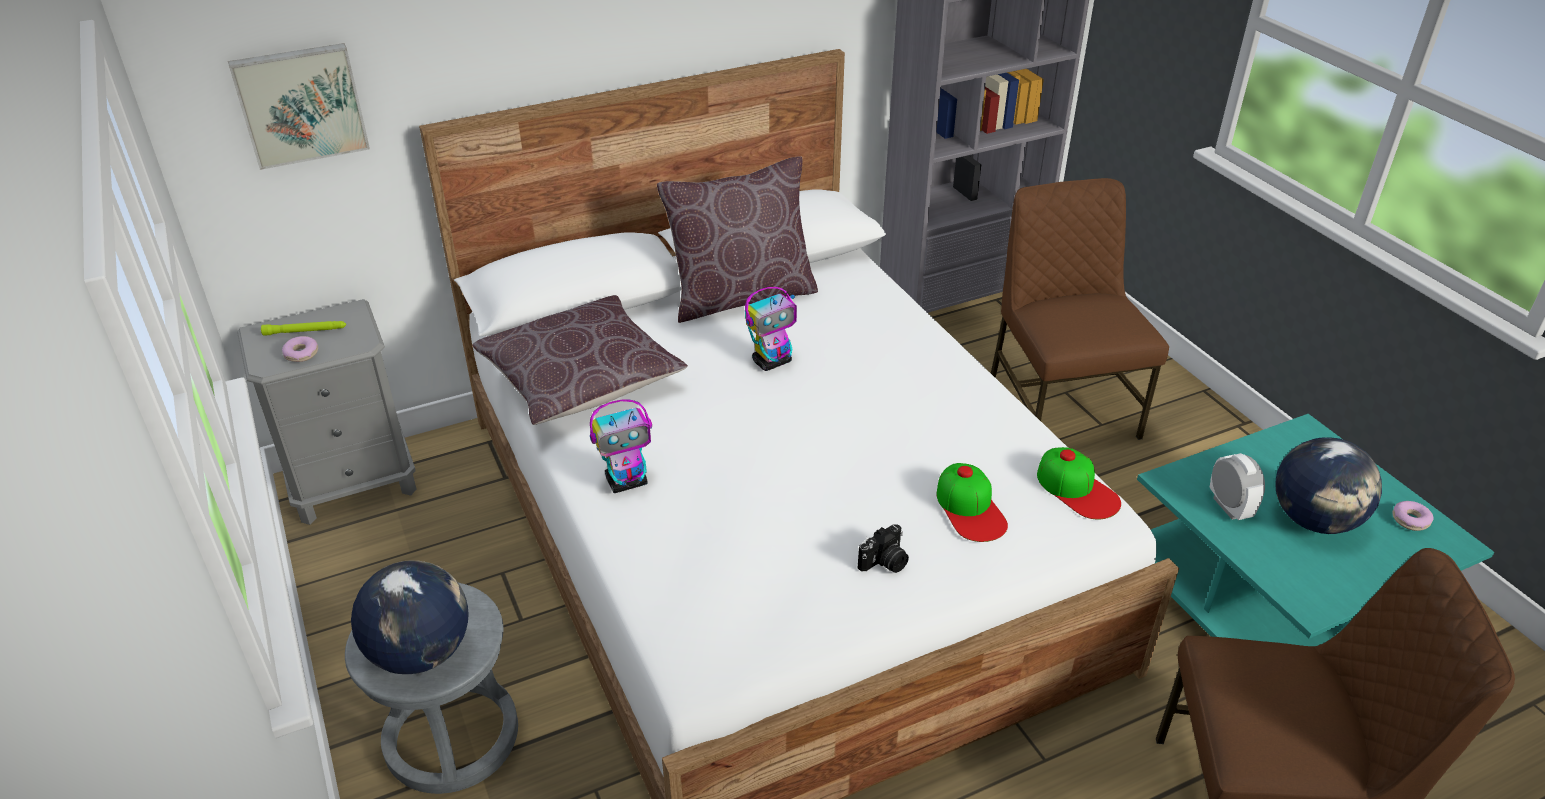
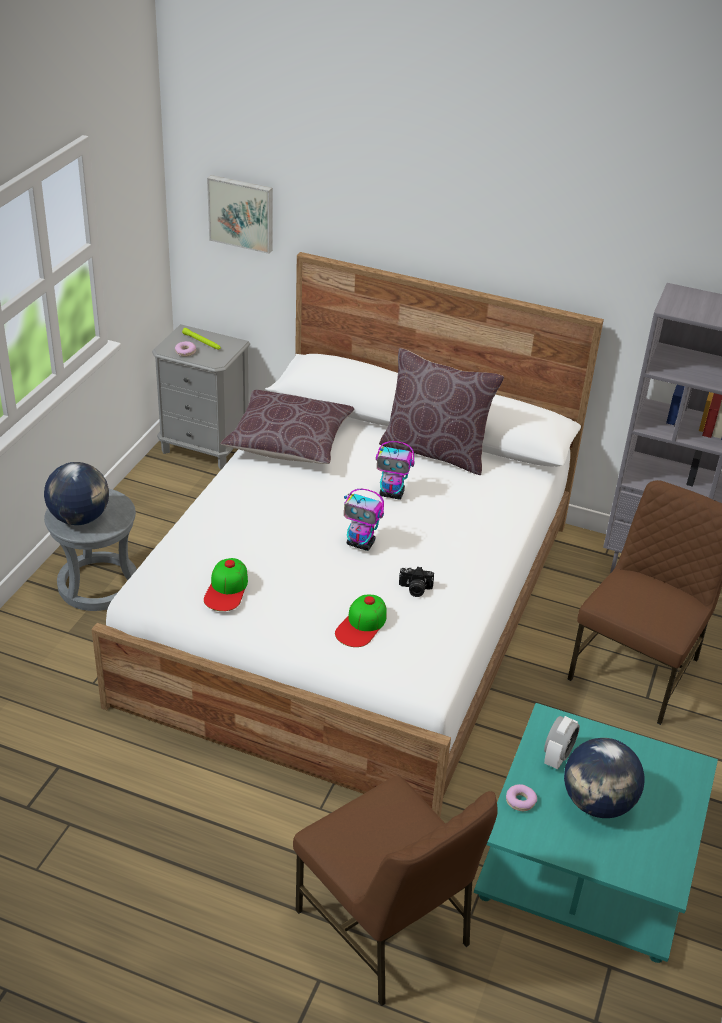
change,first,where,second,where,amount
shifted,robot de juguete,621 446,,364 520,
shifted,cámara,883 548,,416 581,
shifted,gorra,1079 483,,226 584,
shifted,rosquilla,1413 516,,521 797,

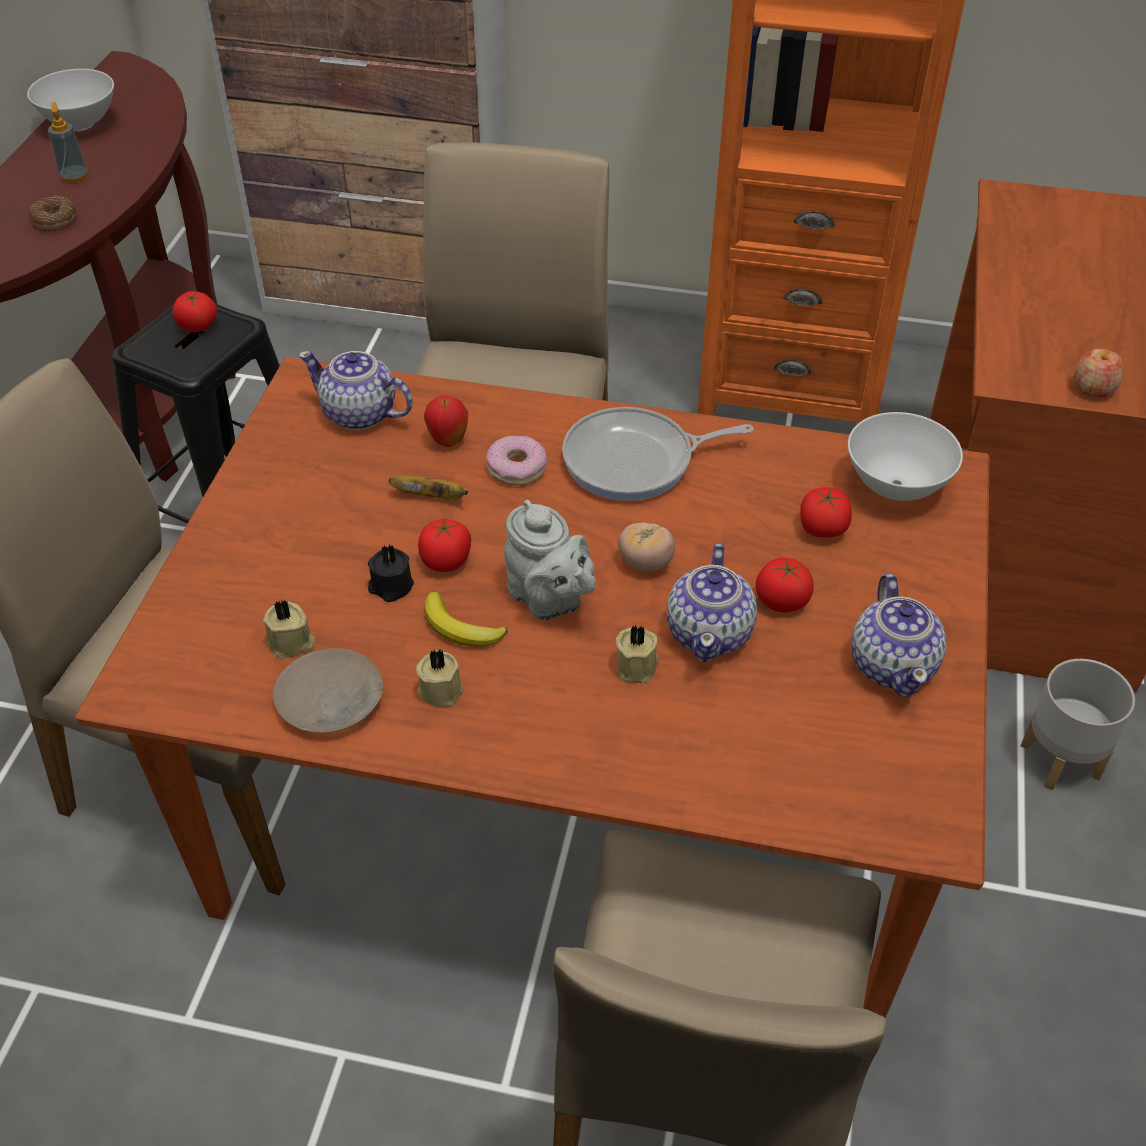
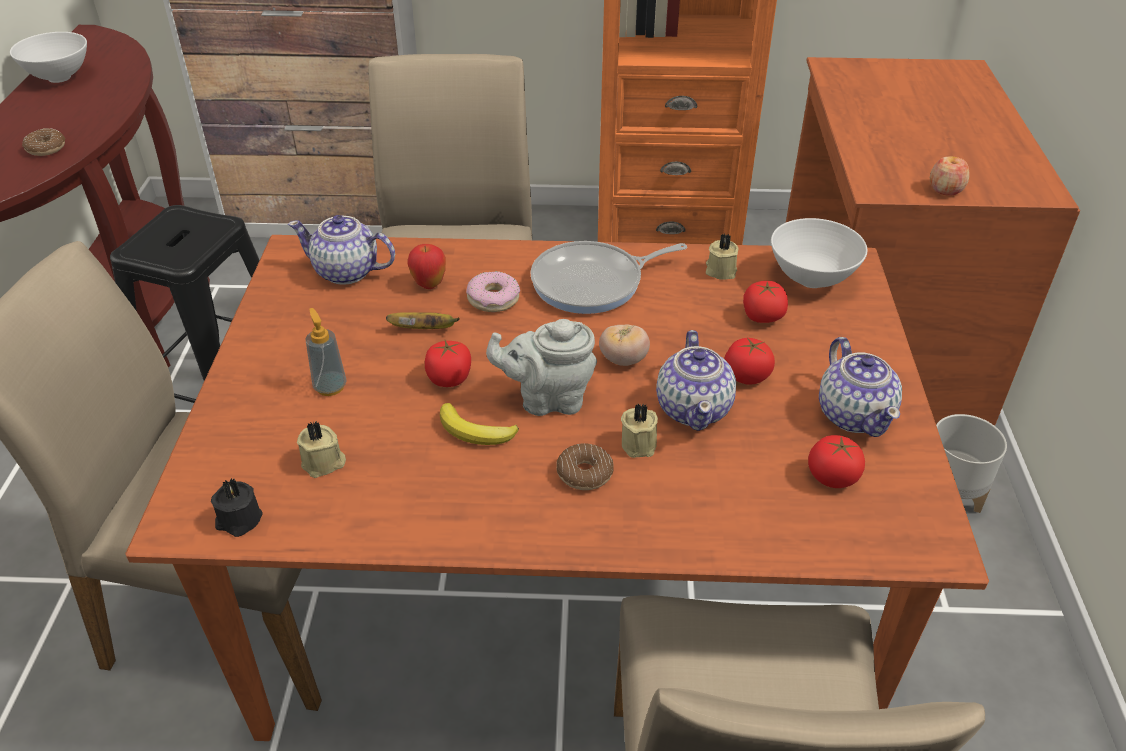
change,first,where,second,where,amount
gone,plato/beis,328 690,,,
new,,,rosquilla,585 466,
shifted,dispensador de jabón,67 142,,326 352,
shifted,tomate,195 312,,836 461,
shifted,vela/negro,391 573,,237 507,
shifted,vela/beis,440 678,,722 256,
rotated,tetera/gris,550 560,,541 367,135 degrees clockwise

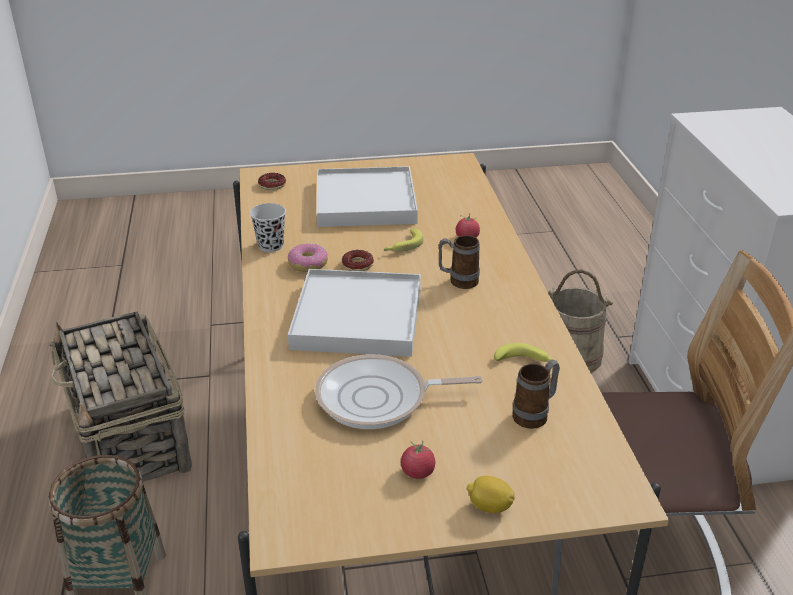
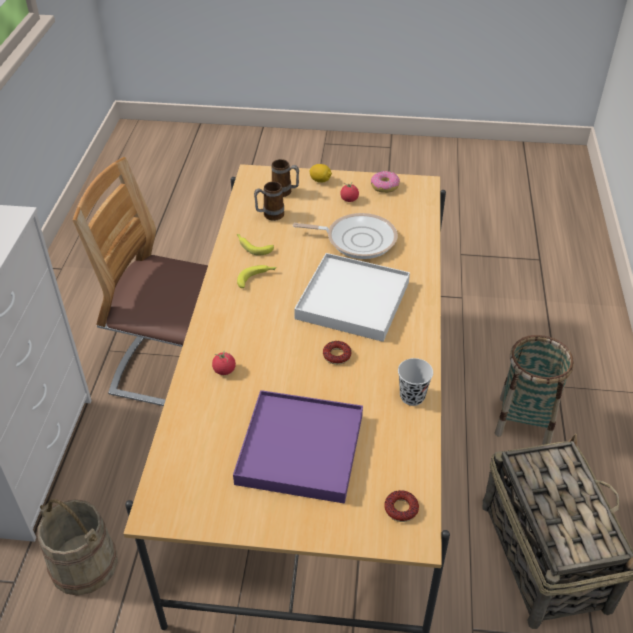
change,first,where,second,where,amount
shifted,rosquilla,308 257,,385 182,
shifted,plátano,403 240,,257 276,
shifted,taza grande,459 262,,285 178,
repainted,bandeja/blanco,367 196,bandeja/morado,298 447,

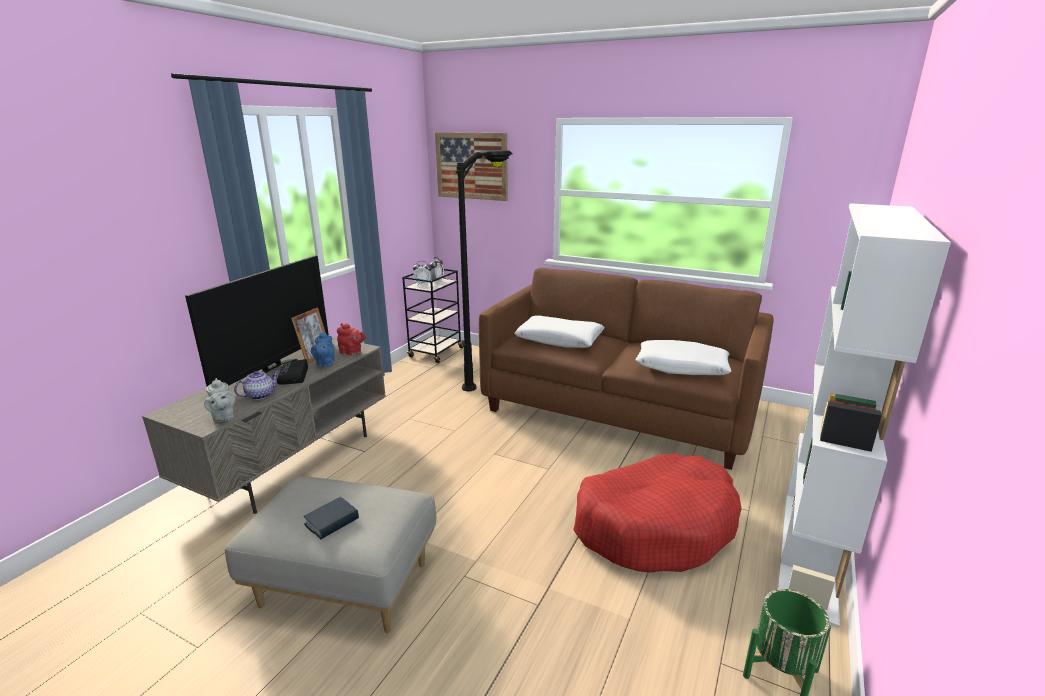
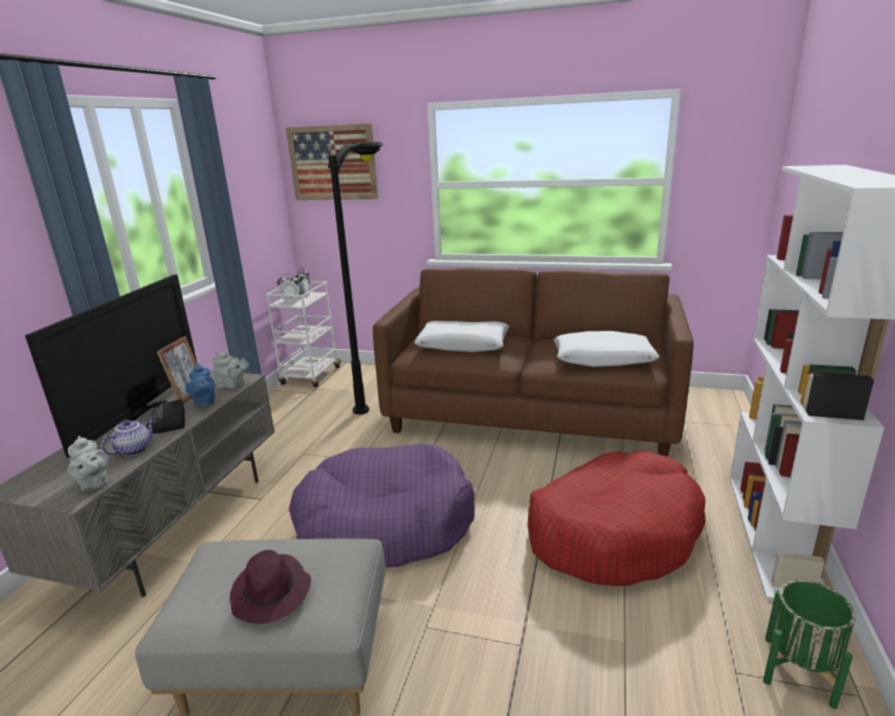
change,first,where,second,where,amount
new,,,cama para perro/morado,382 505,
swapped,libro,331 518,sombrero/morado,270 587,
repainted,tetera/rojo,351 339,tetera/gris,230 370,
repainted,carrito/negro,433 316,carrito/blanco,303 334,

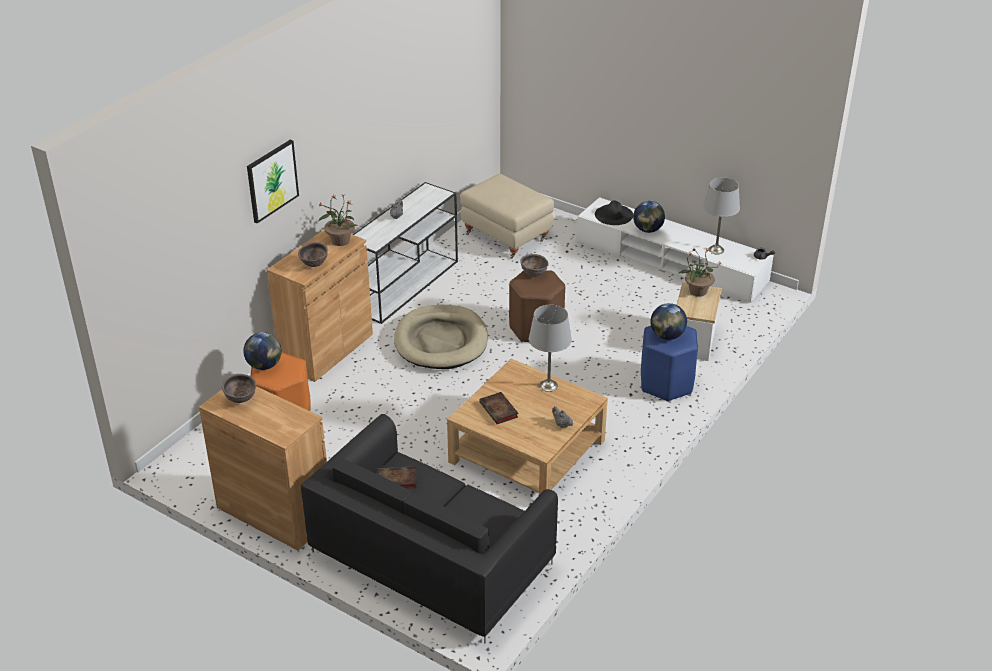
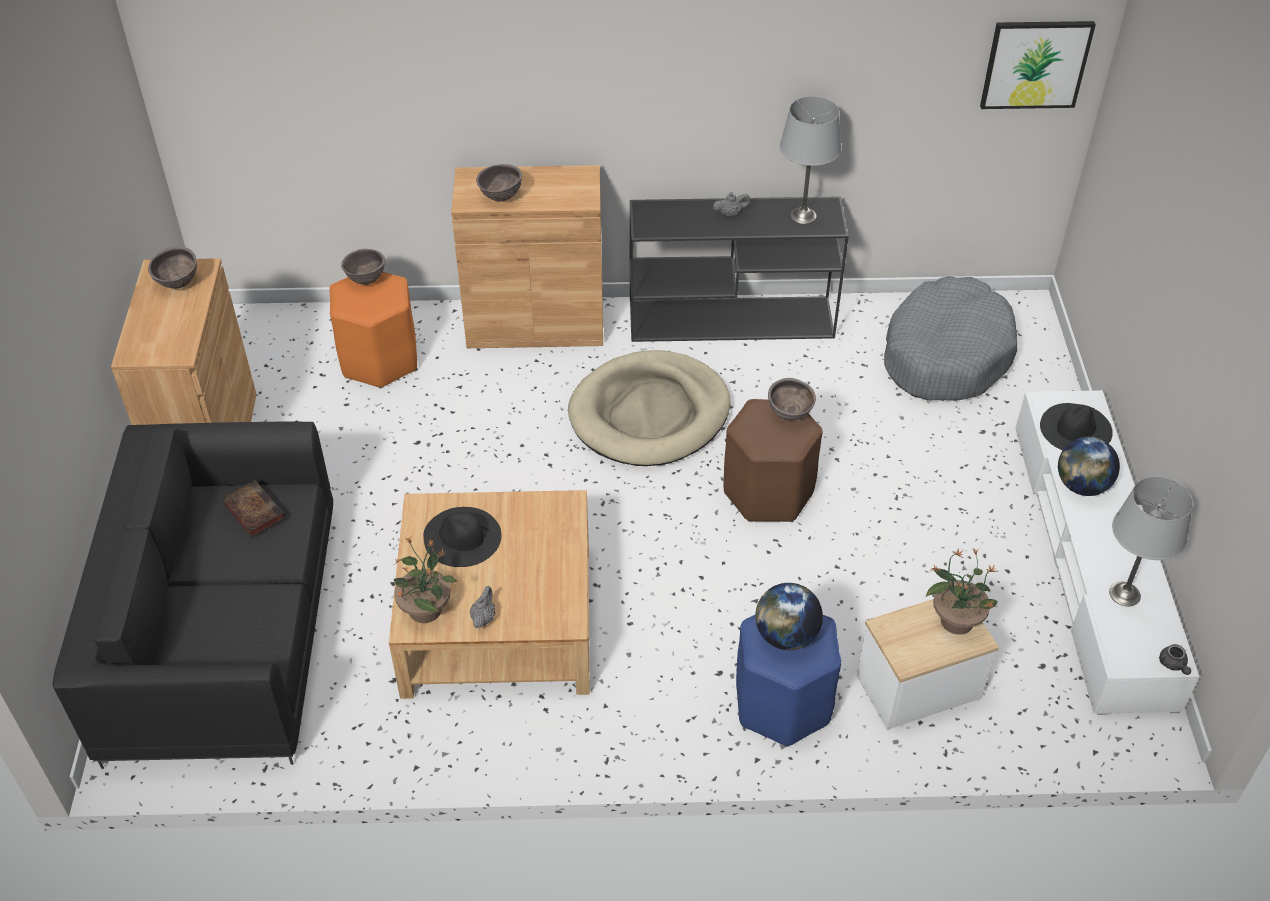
change,first,where,second,where,amount
shifted,cuadro,273 181,,1038 65,
shifted,planta en maceta,337 220,,425 580,
shifted,lámpara de mesa/gris,550 348,,811 160,
swapped,globo terráqueo,262 351,cuenco/marrón,363 267,
swapped,puf/beis,507 216,cama para perro/gris,950 338,
swapped,libro,498 408,sombrero/negro,462 537,
repainted,mesa consola/blanco,405 253,mesa consola/negro,739 269,

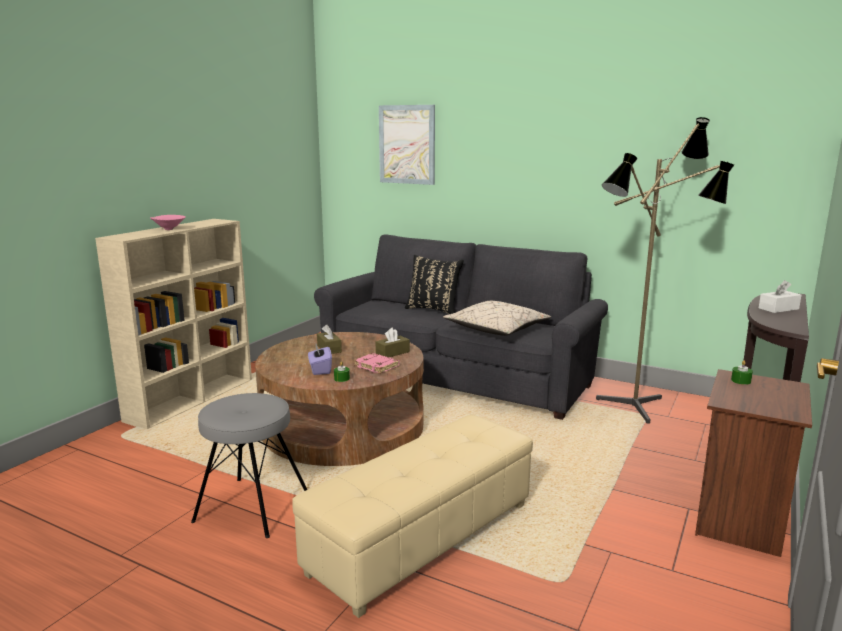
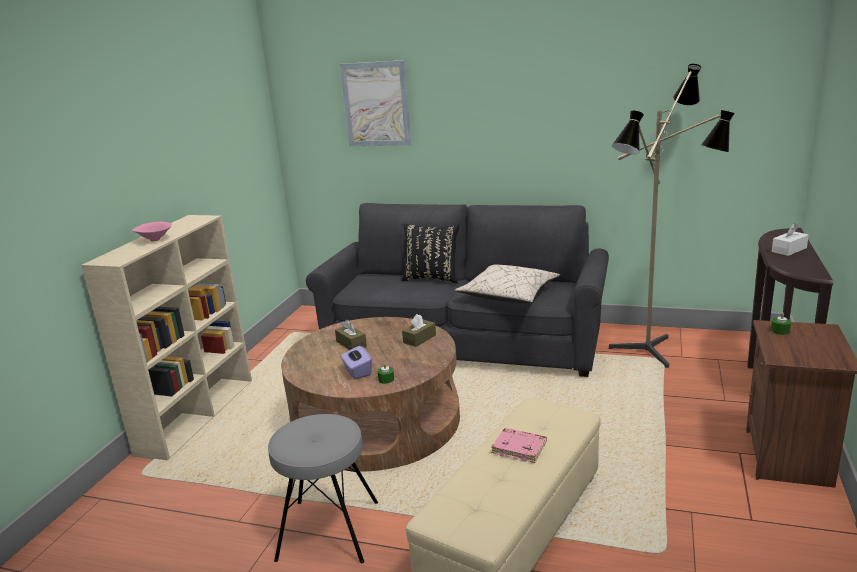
change,first,where,second,where,amount
shifted,libro/rosa,376 363,,519 445,

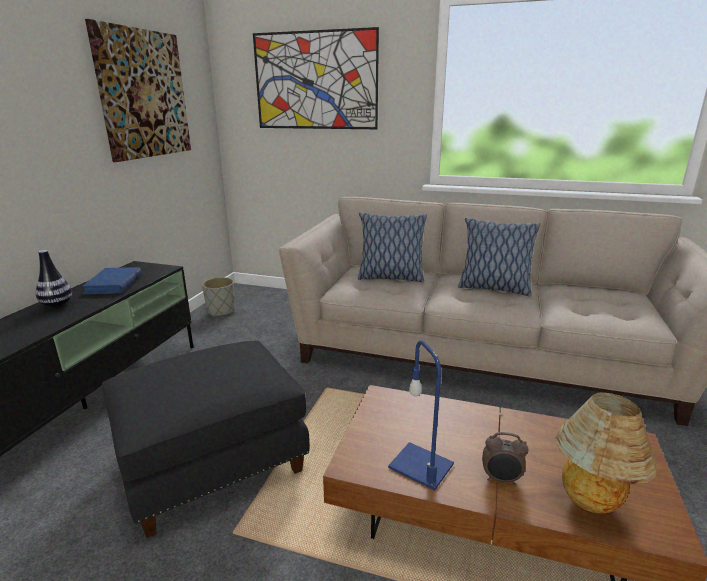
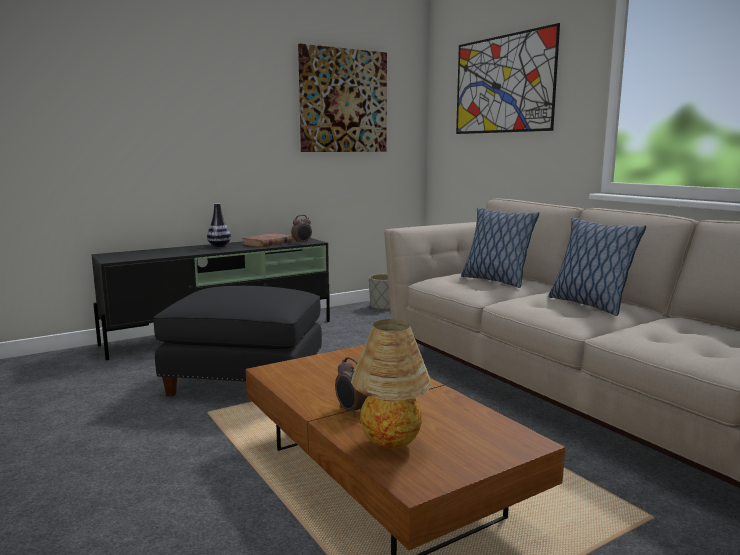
change,first,where,second,where,amount
gone,lámpara de mesa/azul,421 415,,,
new,,,despertador,301 229,
repainted,libro/azul,111 280,libro/marrón,267 240,

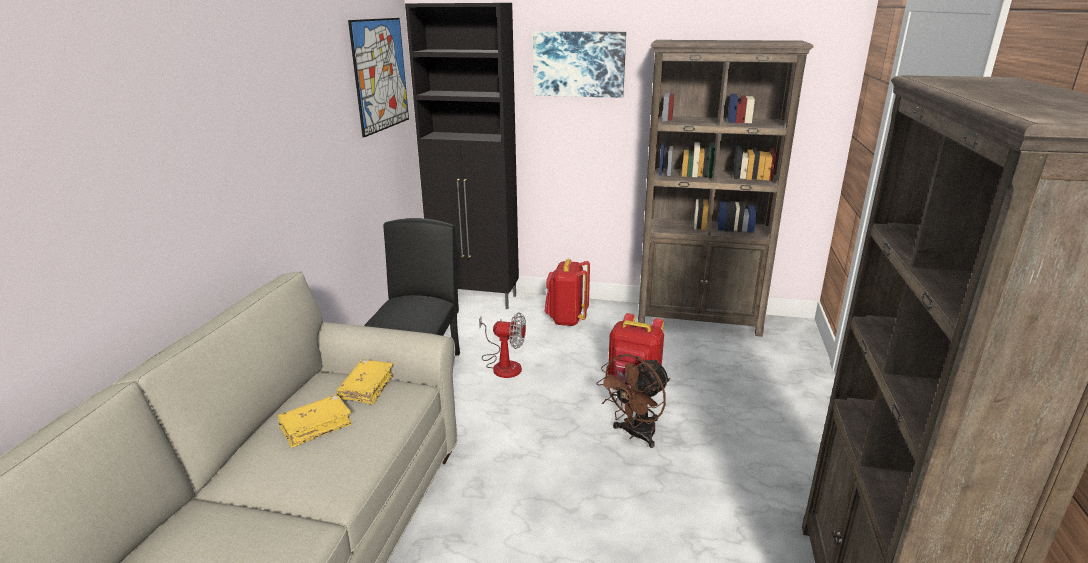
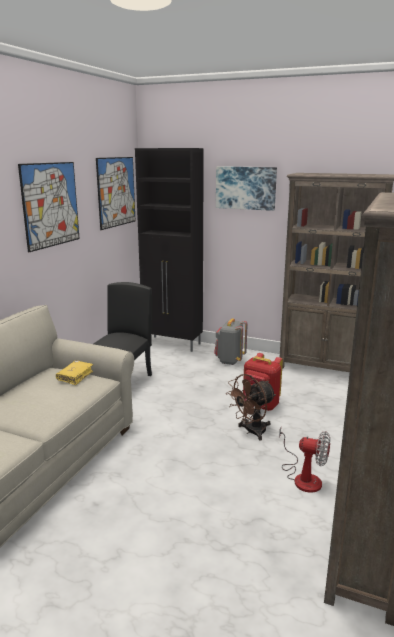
change,first,where,second,where,amount
gone,libro/amarillo,314 421,,,
new,,,cuadro,49 207,
shifted,ventilador,502 345,,304 460,
repainted,mochila/rojo,567 292,mochila/gris,231 341,

